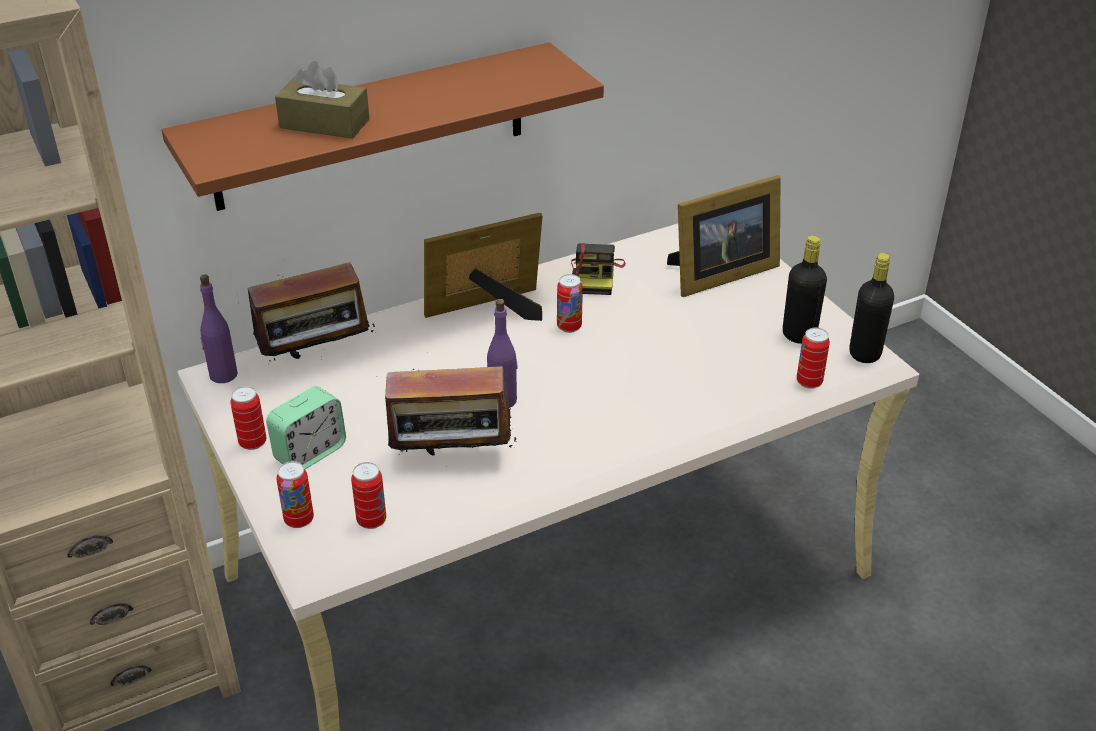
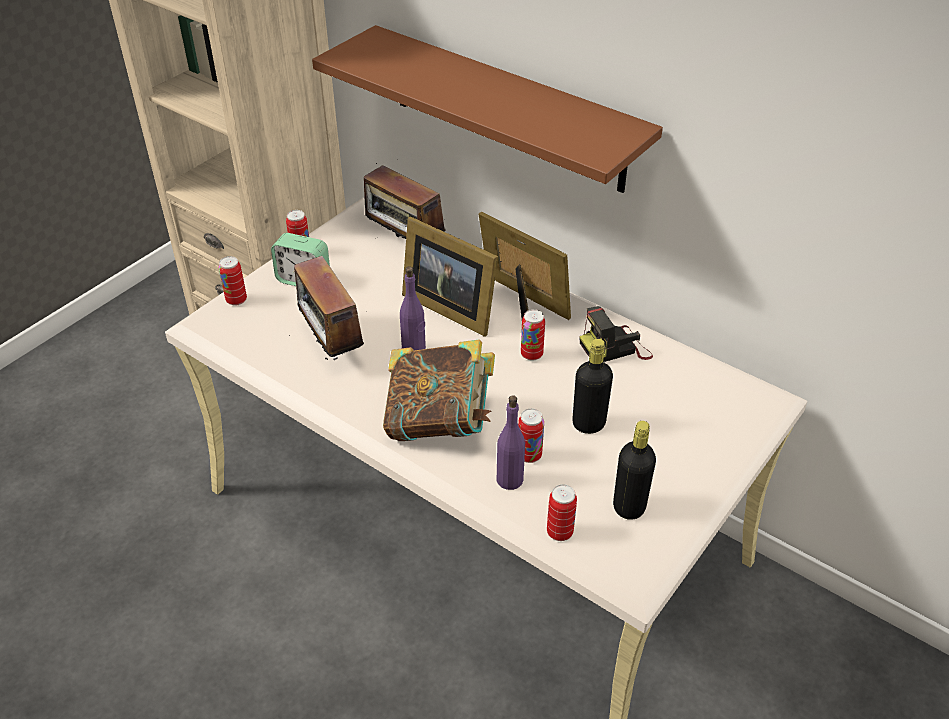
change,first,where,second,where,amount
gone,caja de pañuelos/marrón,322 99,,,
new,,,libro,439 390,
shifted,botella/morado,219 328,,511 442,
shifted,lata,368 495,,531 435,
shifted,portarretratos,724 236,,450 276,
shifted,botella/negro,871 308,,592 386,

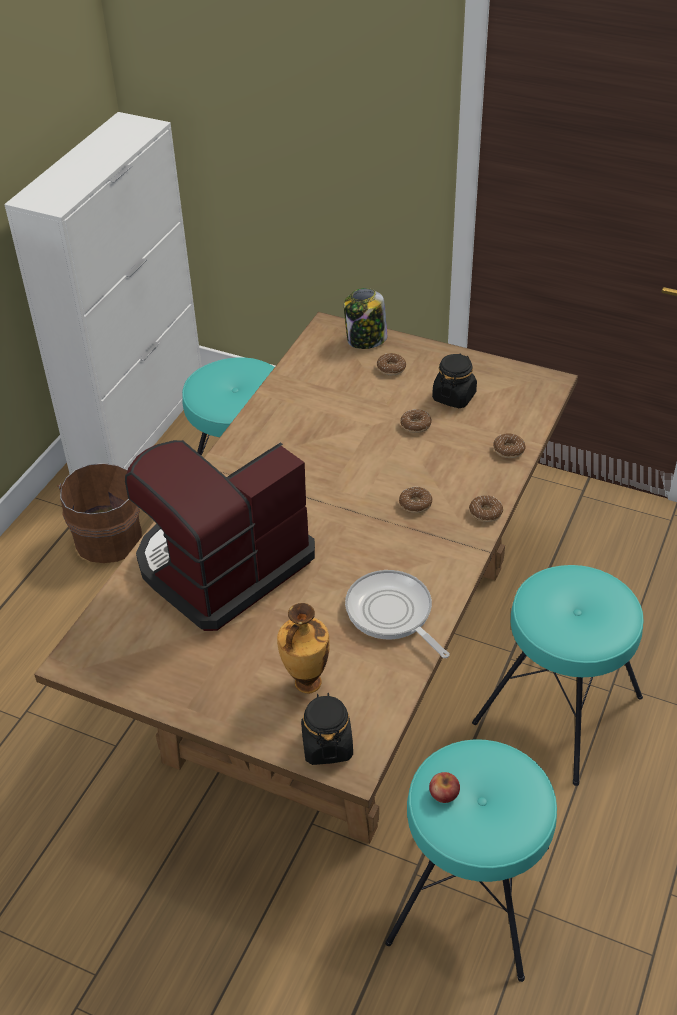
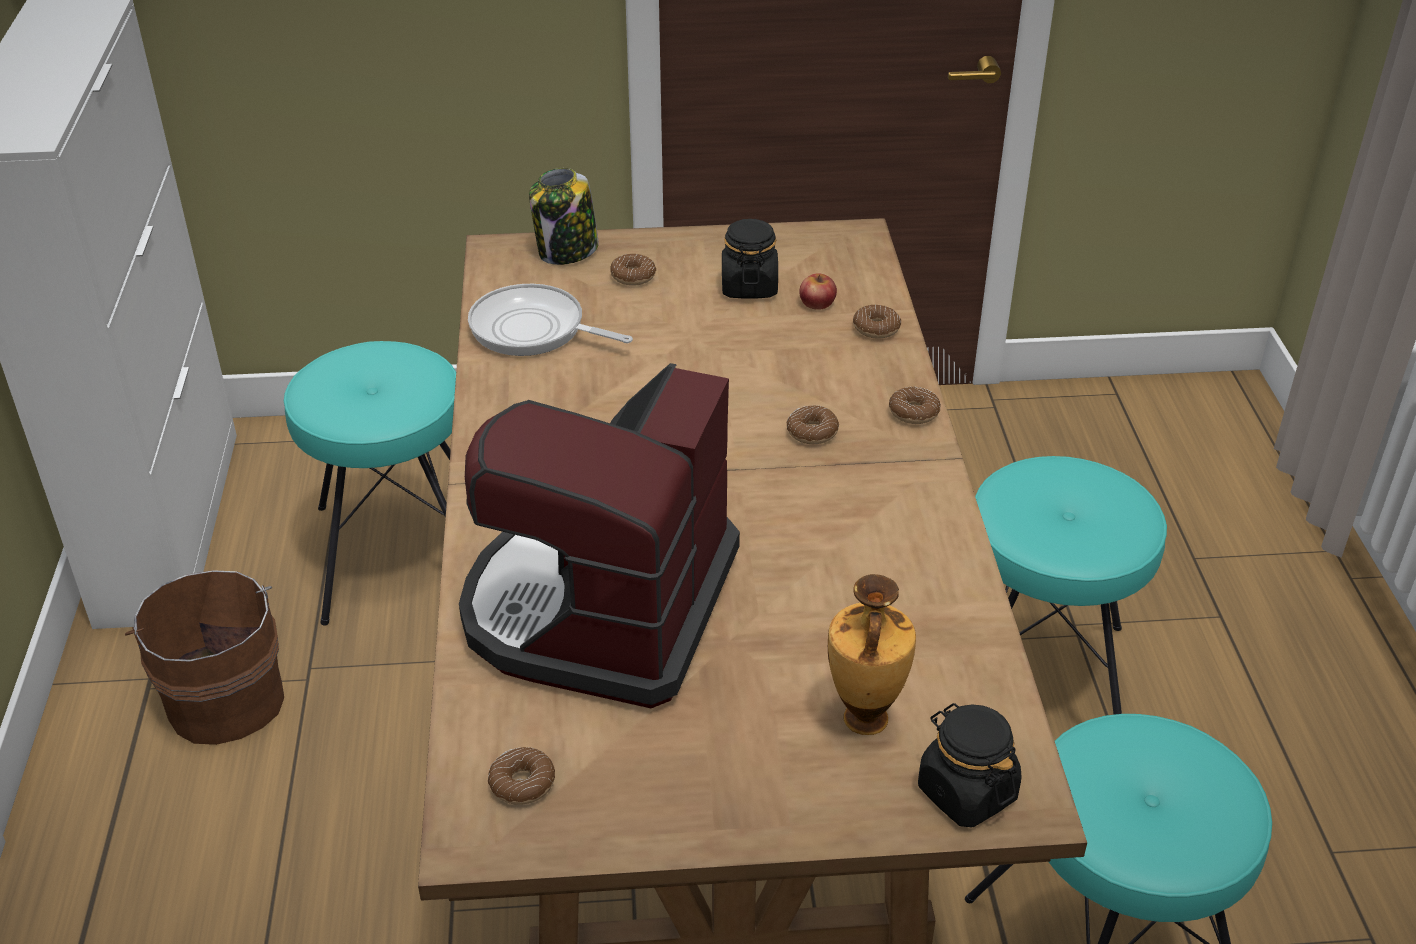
change,first,where,second,where,amount
shifted,sartén,397 614,,550 320,
shifted,rosquilla,416 421,,521 776,
shifted,manzana,444 787,,818 291,

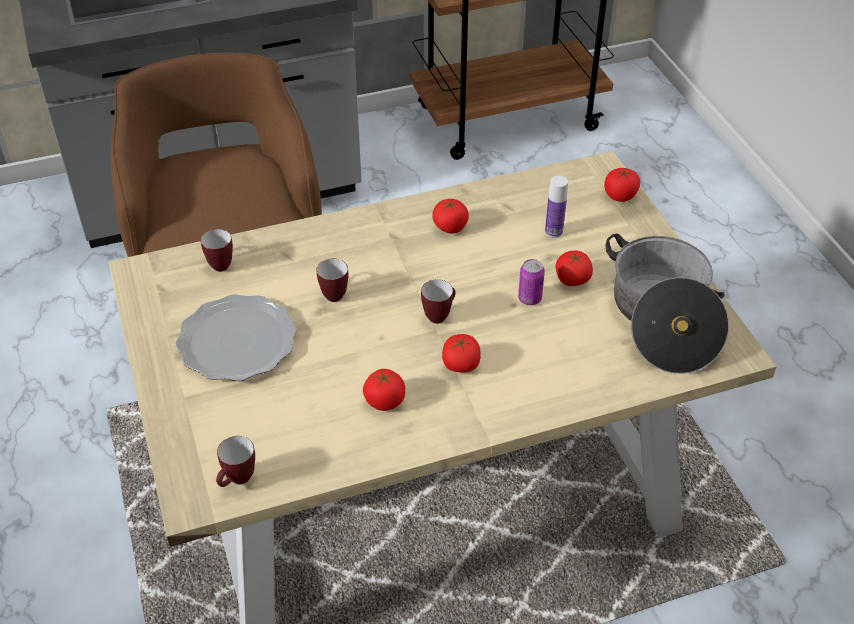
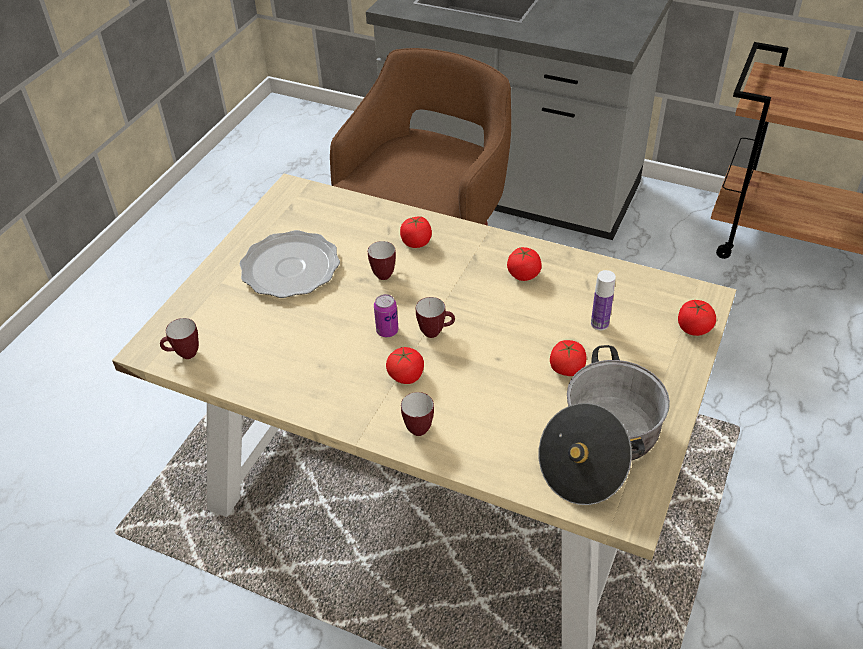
change,first,where,second,where,amount
shifted,taza grande,217 250,,417 414,
shifted,tomate,384 390,,416 232,
shifted,lata,531 282,,386 315,

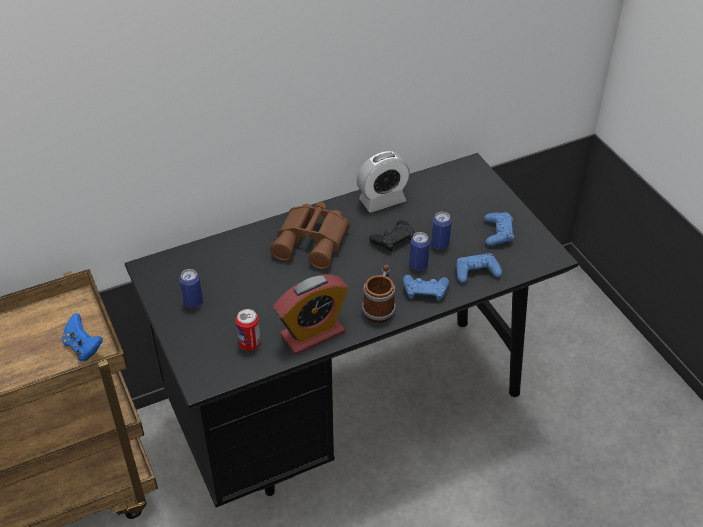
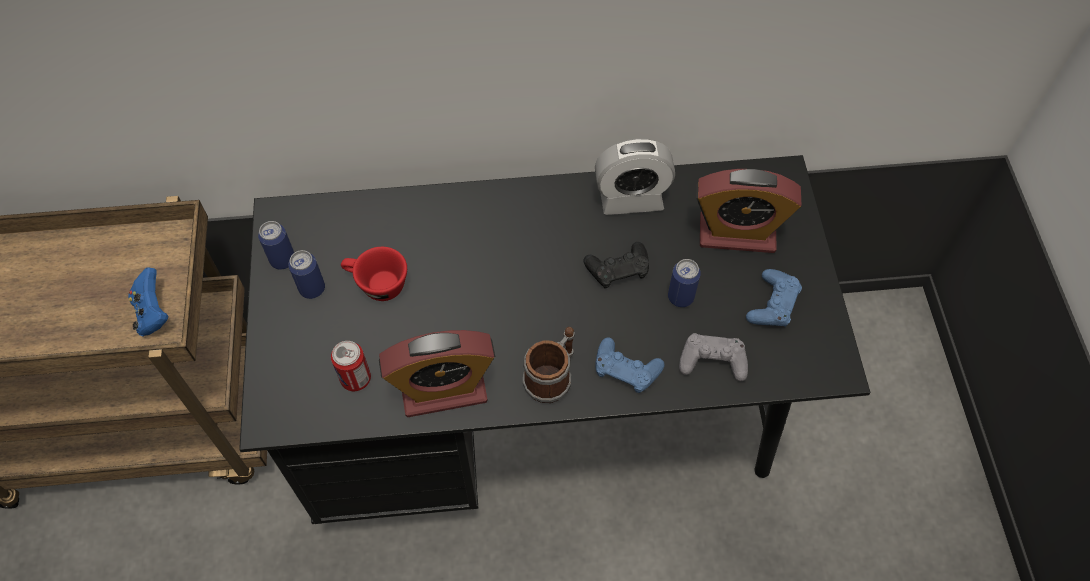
change,first,where,second,where,amount
gone,prismáticos/marrón,310 235,,,
new,,,taza/rojo,374 274,
new,,,despertador,749 211,
shifted,lata,420 251,,276 245,
repainted,mando de consola/azul,479 268,mando de consola/gris,713 357,

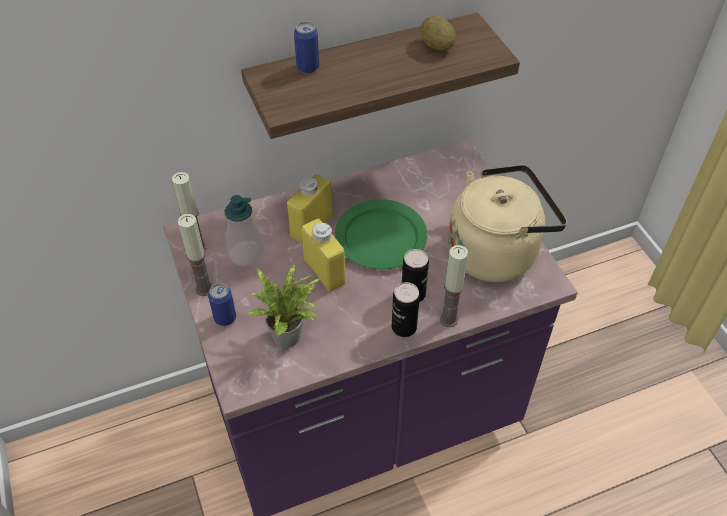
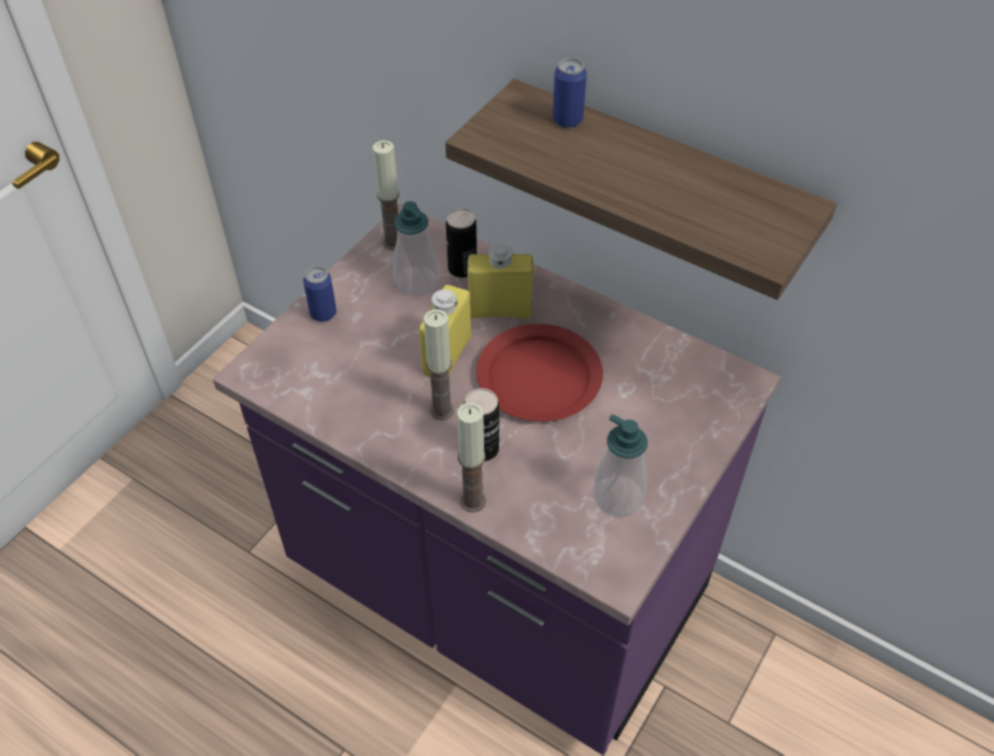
change,first,where,second,where,amount
gone,planta en maceta,285 305,,,
gone,patata,438 33,,,
shifted,vela,195 255,,439 364,
shifted,lata,406 309,,461 243,
swapped,hervidor/beis,507 223,dispensador de jabón,621 465,
repainted,plato/verde,381 234,plato/rojo,539 373,

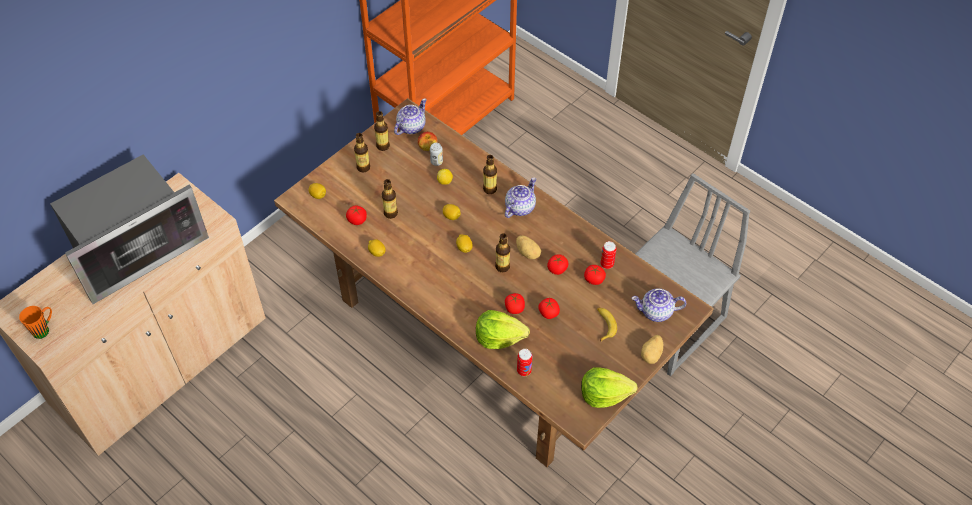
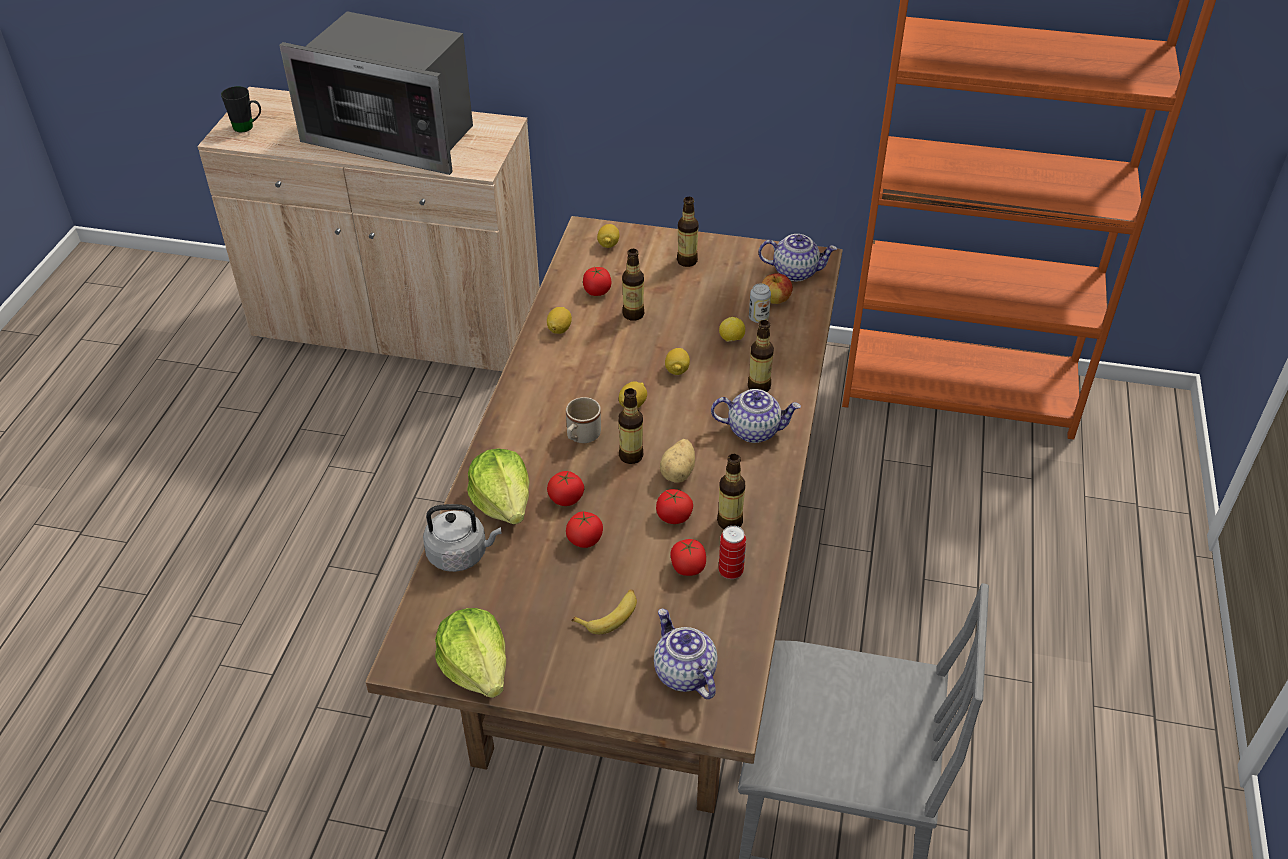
change,first,where,second,where,amount
gone,patata,652 349,,,
new,,,taza grande/beis,583 420,
shifted,botella,382 131,,731 491,
swapped,lata,524 363,hervidor/gris,462 538,
repainted,taza grande/naranja,35 322,taza grande/negro,241 109,

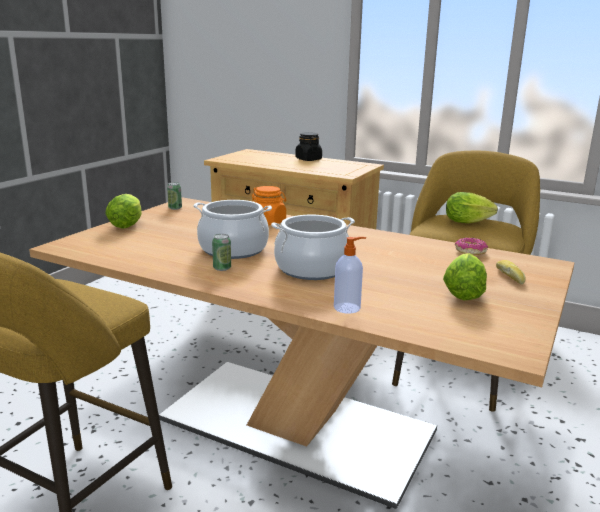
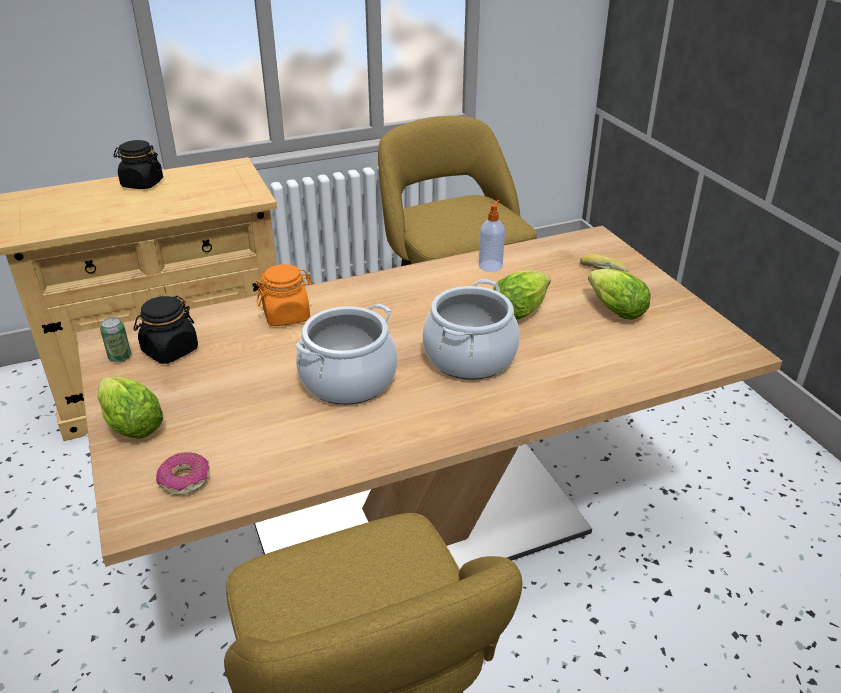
change,first,where,second,where,amount
gone,lata,221 252,,,
new,,,tarro/negro,165 330,
shifted,dispensador de jabón,350 275,,492 236,
shifted,lechuga,472 207,,522 294,
shifted,rosquilla,471 246,,183 473,

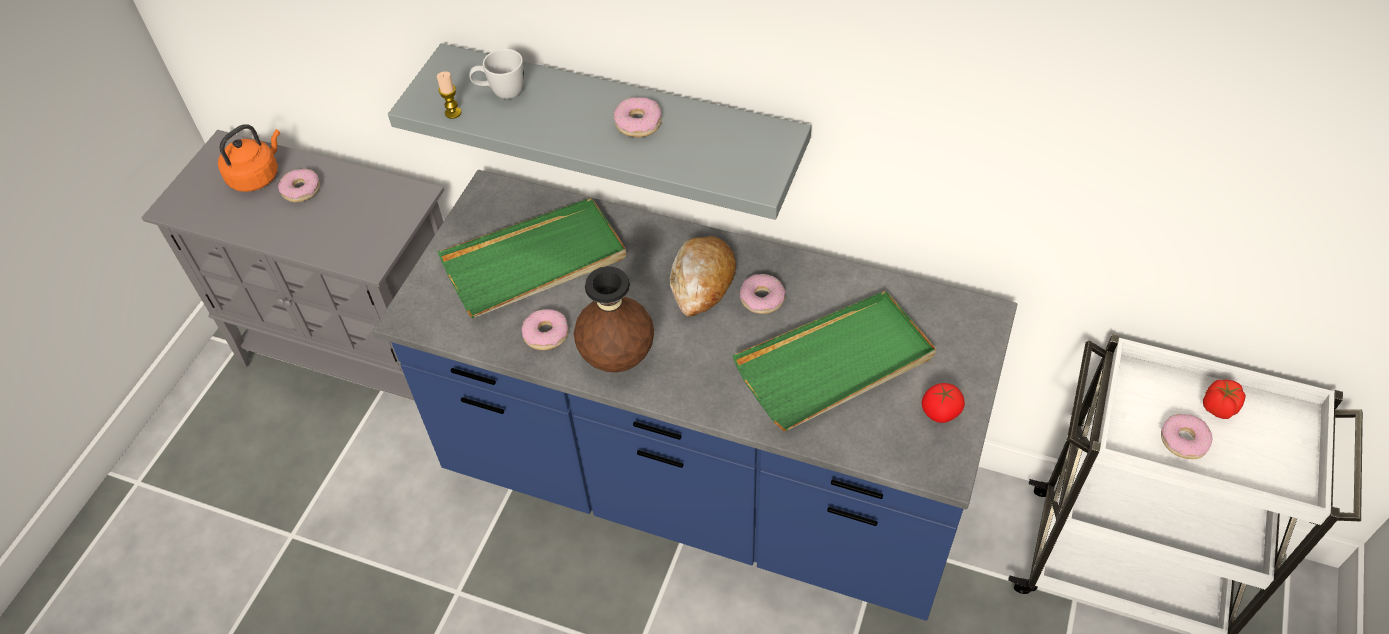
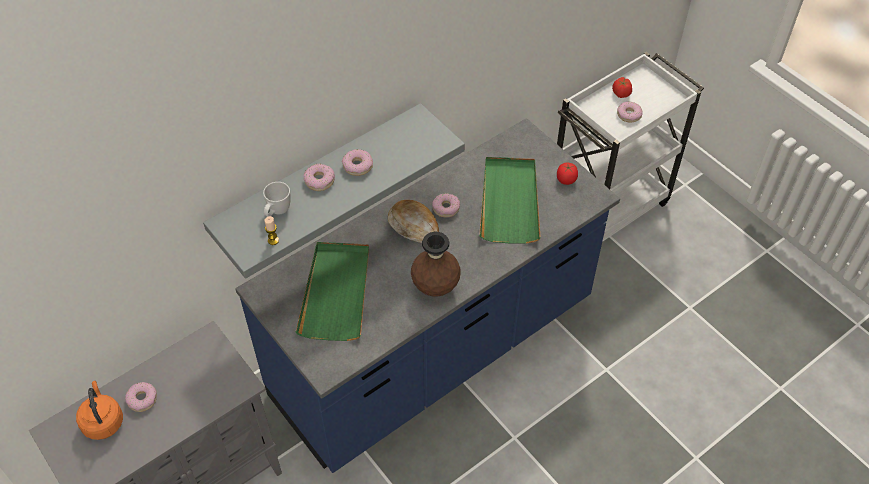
change,first,where,second,where,amount
shifted,rosquilla,545 329,,319 177,

